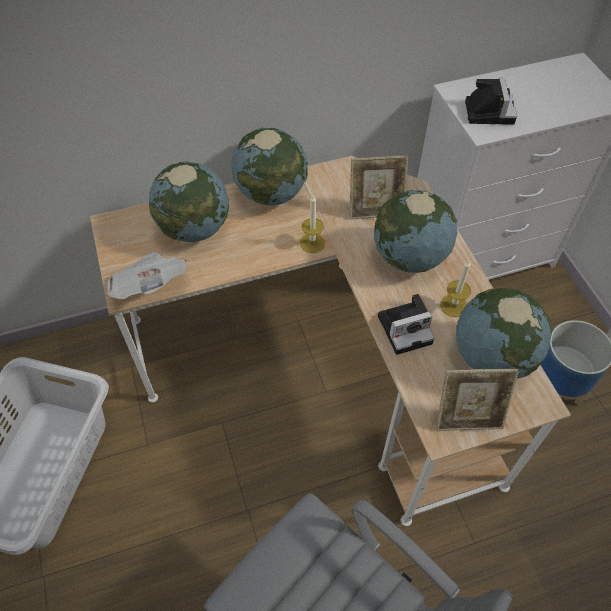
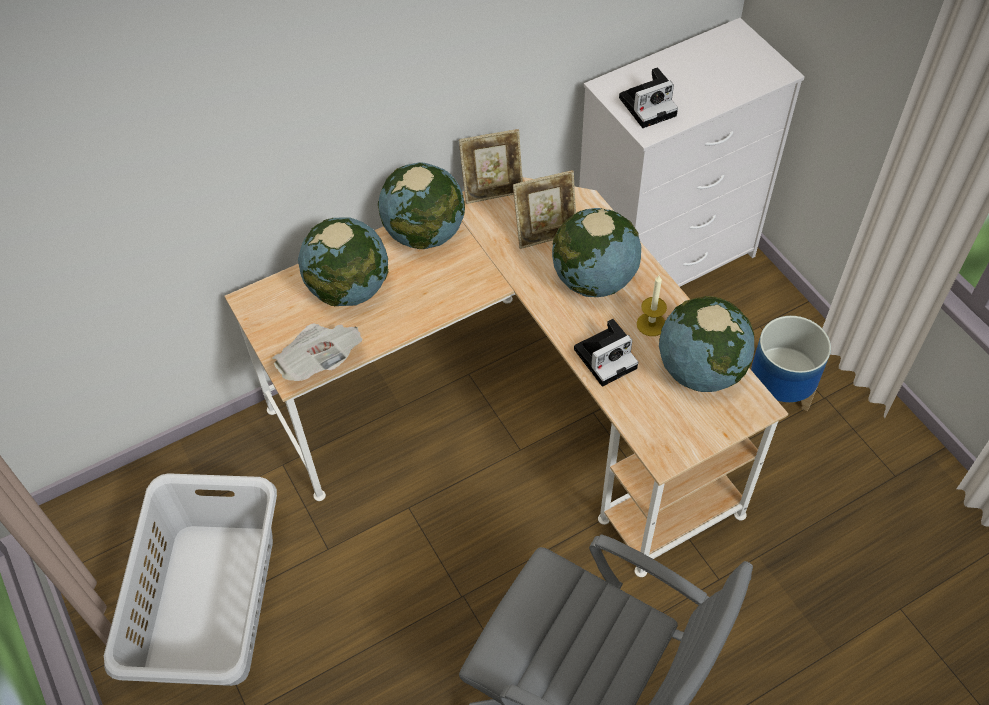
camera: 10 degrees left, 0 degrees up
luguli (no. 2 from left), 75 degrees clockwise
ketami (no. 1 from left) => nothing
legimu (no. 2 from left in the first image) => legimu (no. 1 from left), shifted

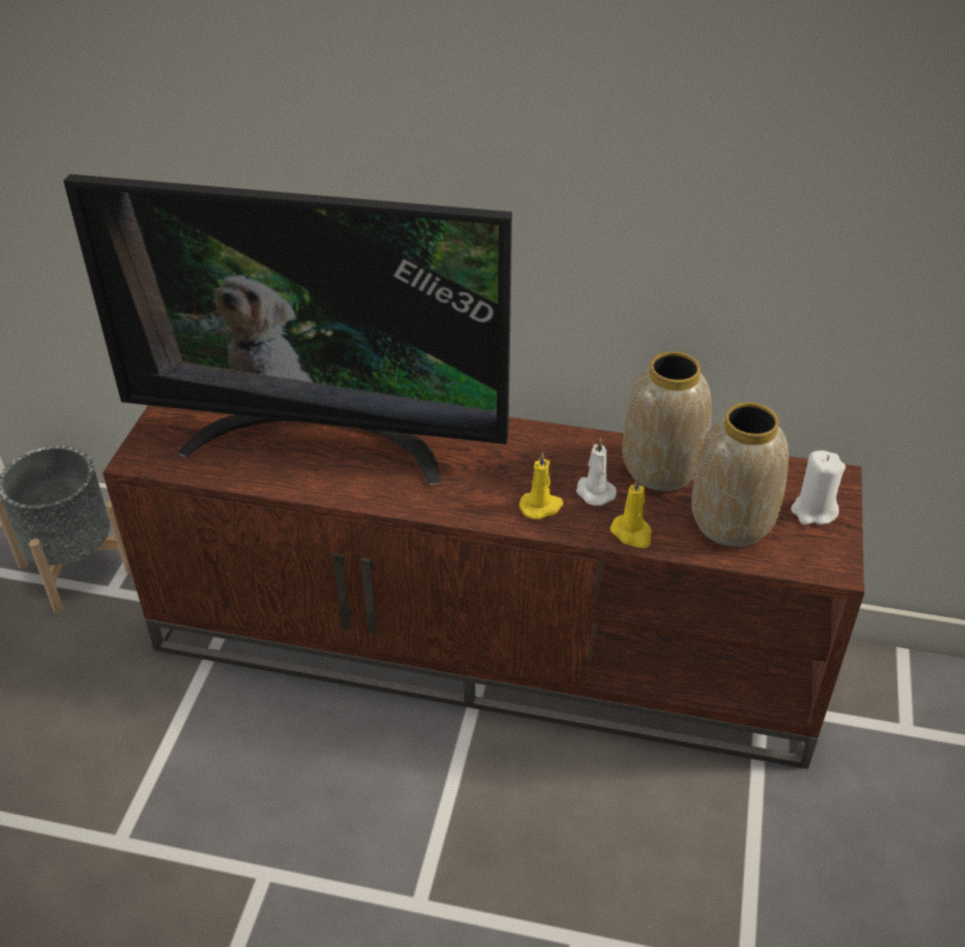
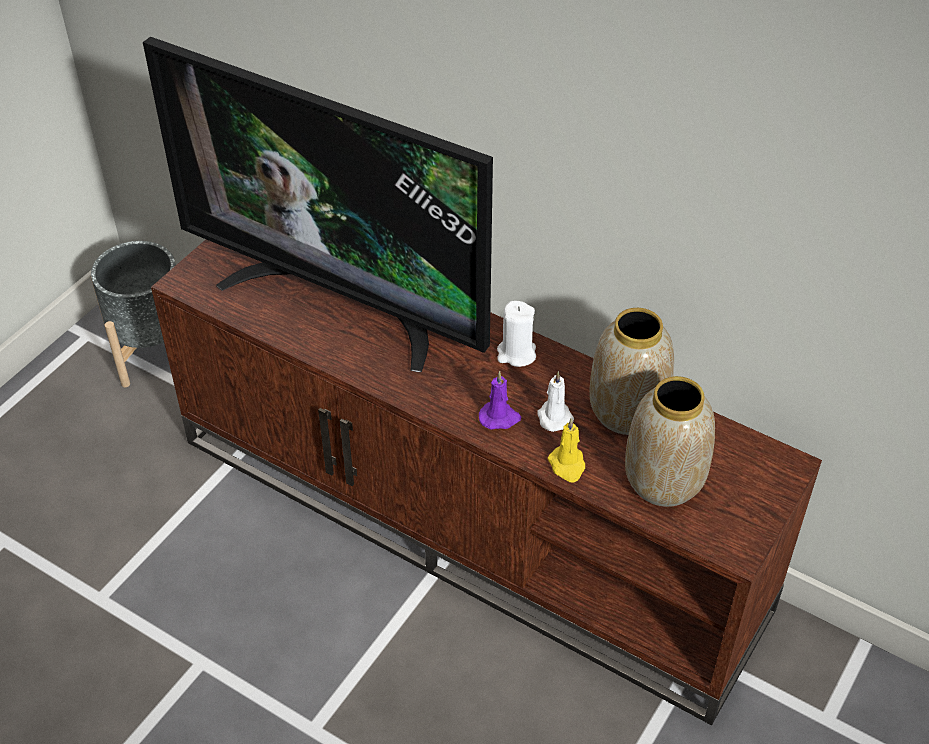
camera: 20 degrees right, 5 degrees up
white ketami (no. 2 from left in the first image) => white ketami (no. 1 from left), shifted
yellow ketami (no. 1 from left) => purple ketami

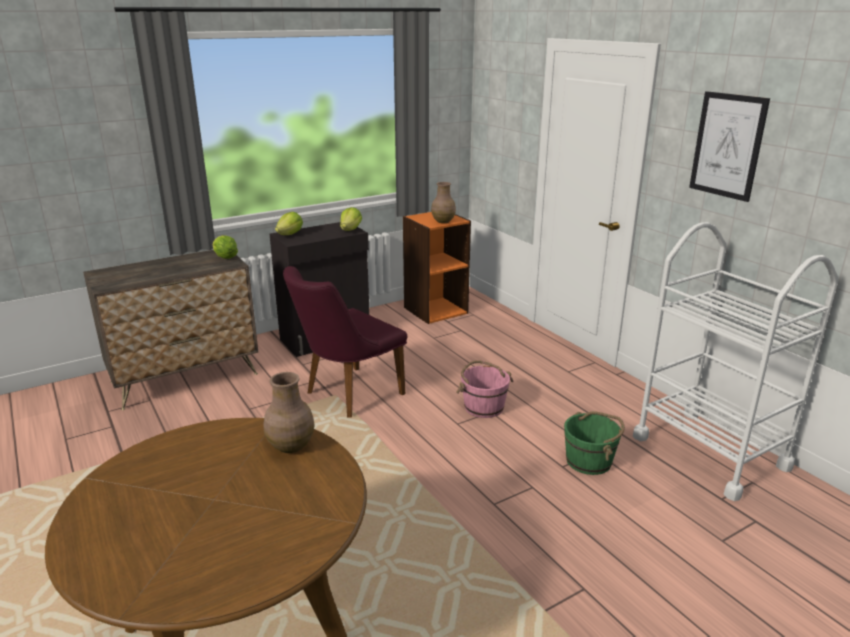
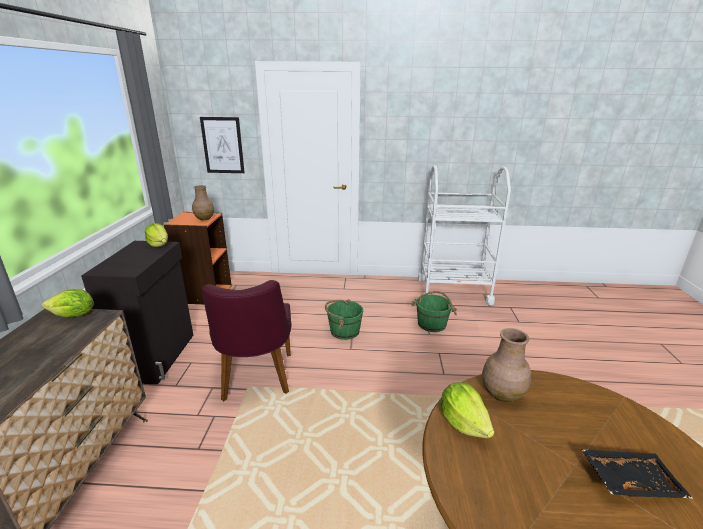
camera: 55 degrees left, 0 degrees up
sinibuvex, shifted
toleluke (no. 2 from left in the first image) => toleluke (no. 3 from left), shifted
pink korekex => green korekex (no. 1 from left)
nothing => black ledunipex

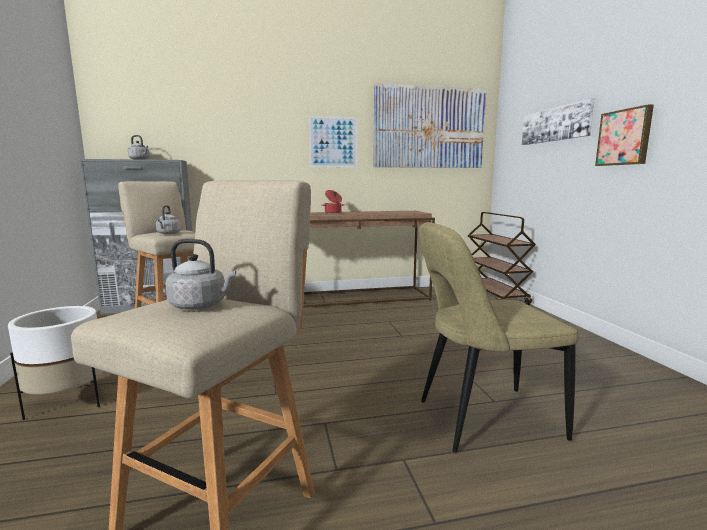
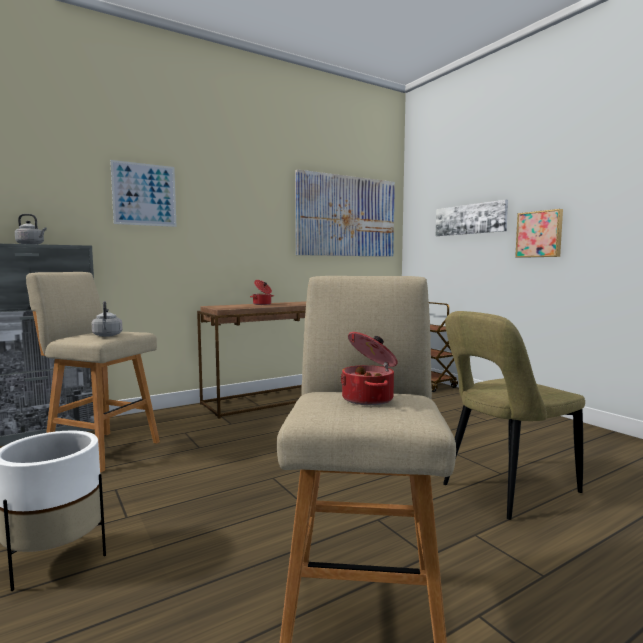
camera: 20 degrees left, 5 degrees down
sinibuvex (no. 1 from left), shifted
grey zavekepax (no. 3 from left) => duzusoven (no. 2 from left)

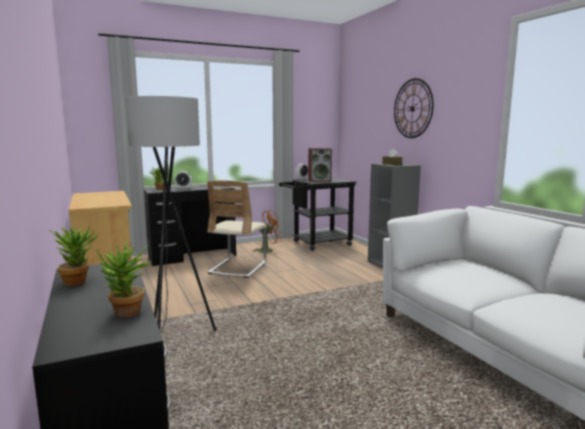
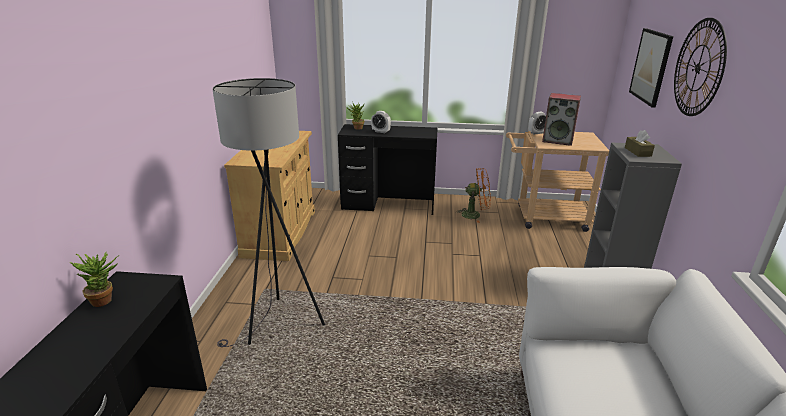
camera: 30 degrees right, 15 degrees up
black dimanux => beige dimanux
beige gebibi => nothing
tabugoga (no. 2 from left) => nothing
nothing => sinibuvex

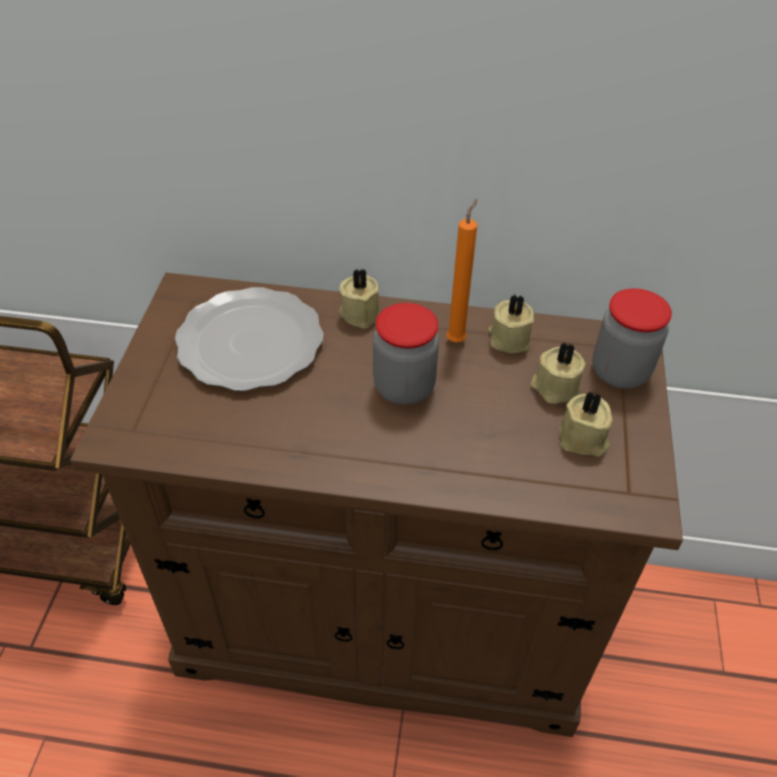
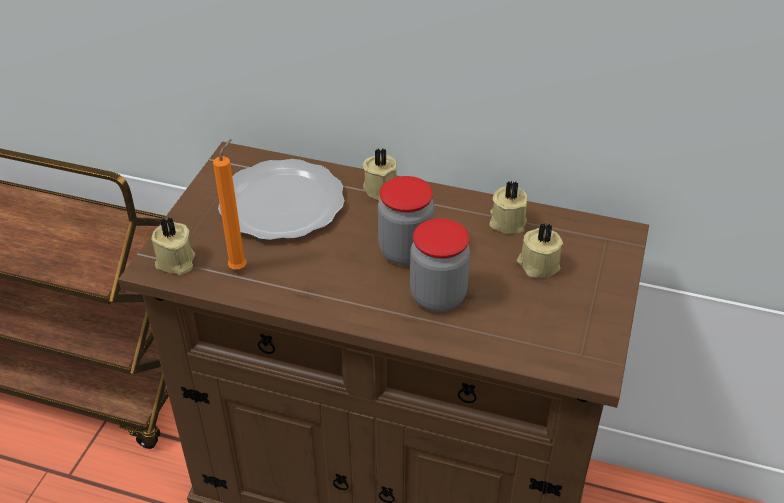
camera: 10 degrees right, 5 degrees down
orange ketami, shifted
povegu (no. 2 from left), shifted
beige ketami (no. 4 from left in the first image) => beige ketami (no. 1 from left), shifted

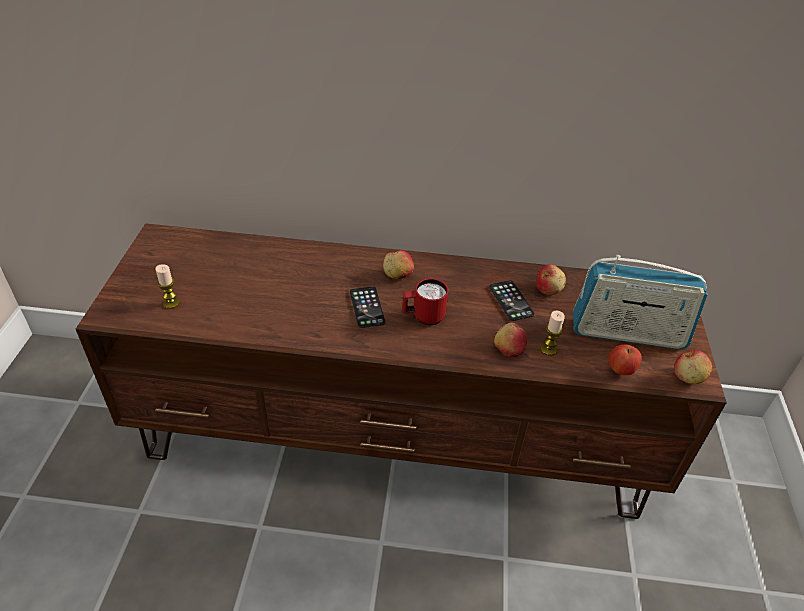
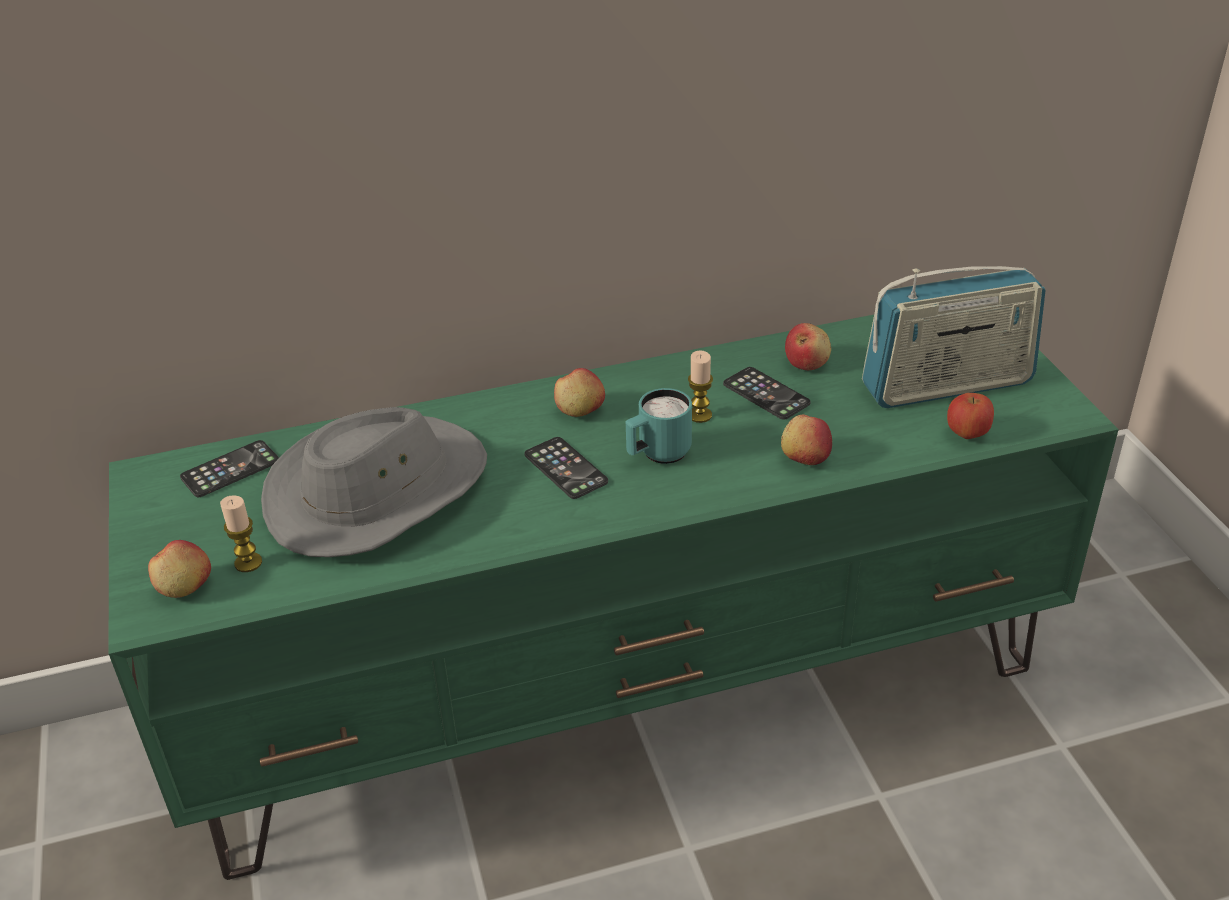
camera: 20 degrees left, 5 degrees down
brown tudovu => green tudovu
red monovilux => turquoise monovilux
ketami (no. 2 from left), shifted
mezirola (no. 5 from left in the first image) => mezirola (no. 1 from left), shifted
nothing => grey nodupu
nothing => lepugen (no. 1 from left)

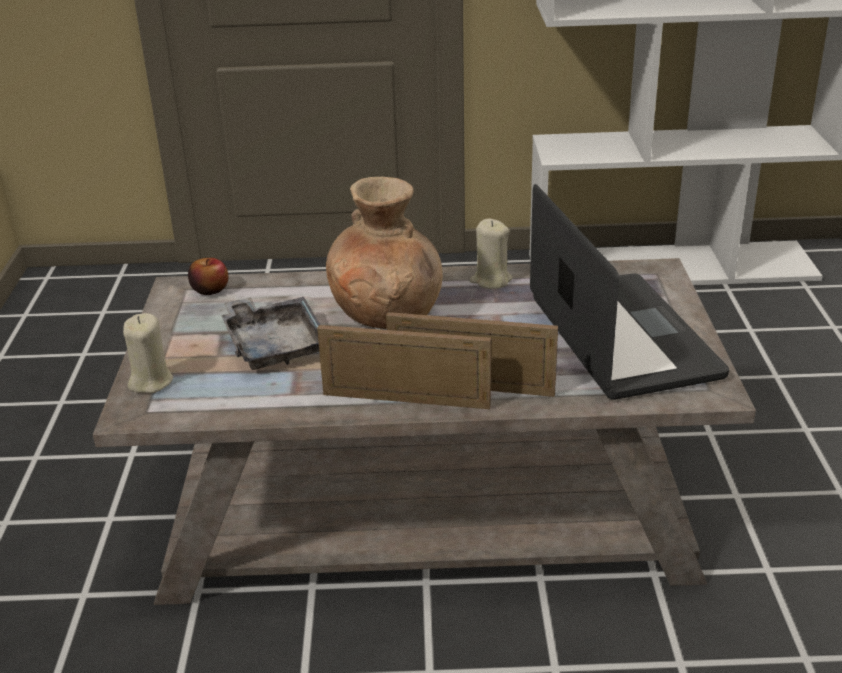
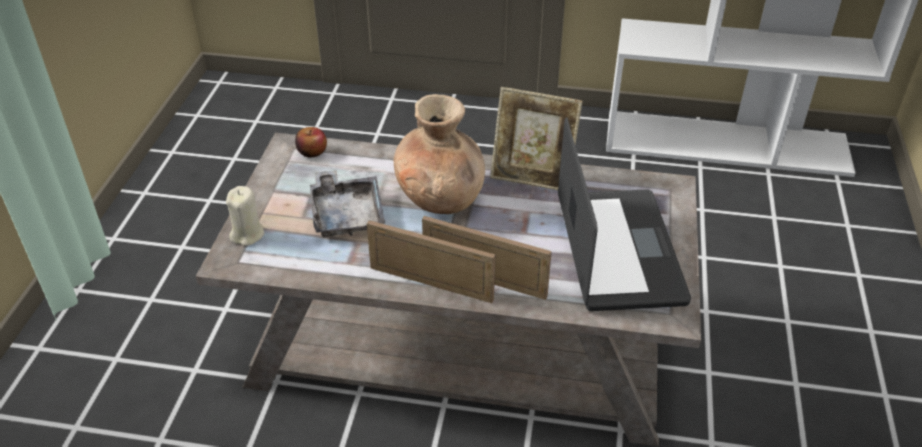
camera: 10 degrees right, 10 degrees up
beige ketami (no. 2 from left) => legimu (no. 3 from left)

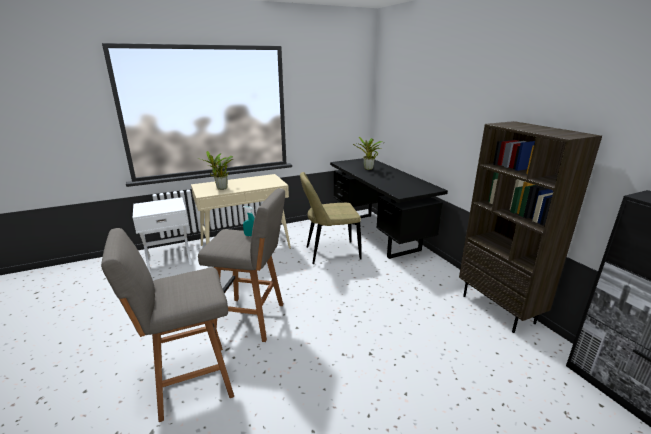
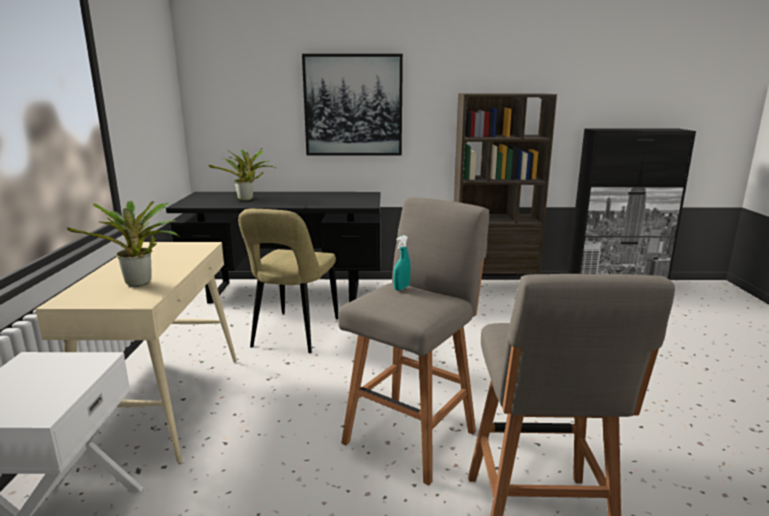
camera: 65 degrees left, 5 degrees down
nothing => sinibuvex

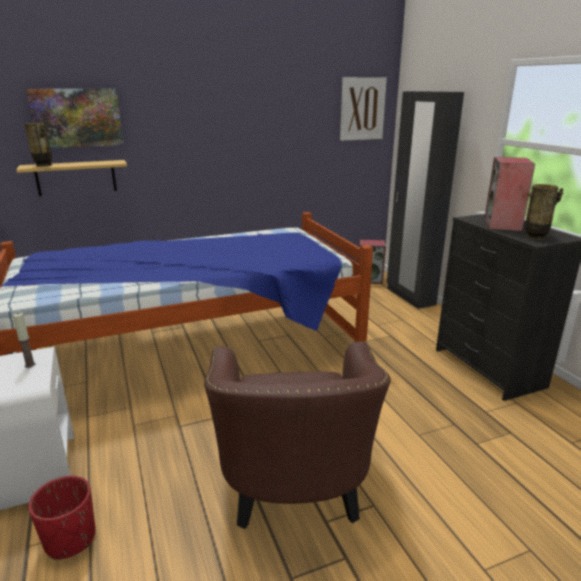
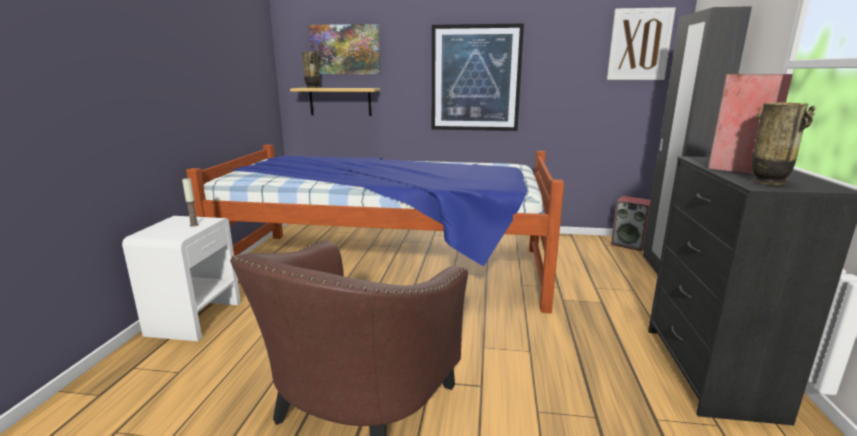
camera: 30 degrees right, 5 degrees down
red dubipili => nothing
nothing => sinibuvex (no. 2 from left)

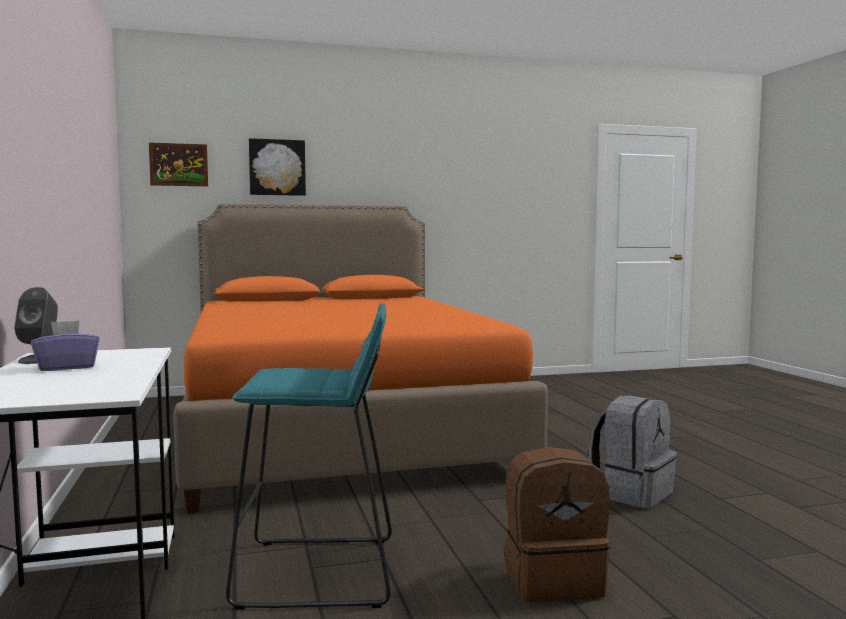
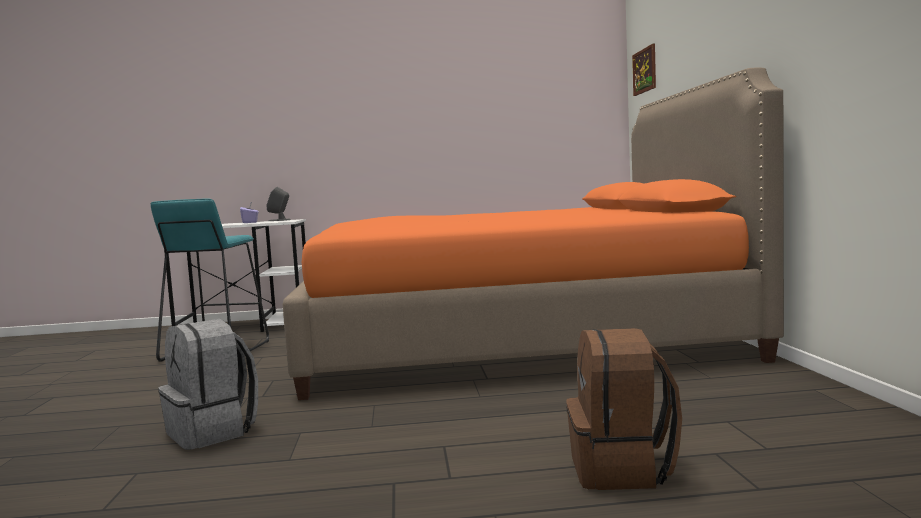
camera: 100 degrees right, 0 degrees up
sinibuvex (no. 2 from left) => nothing
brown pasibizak, shifted

